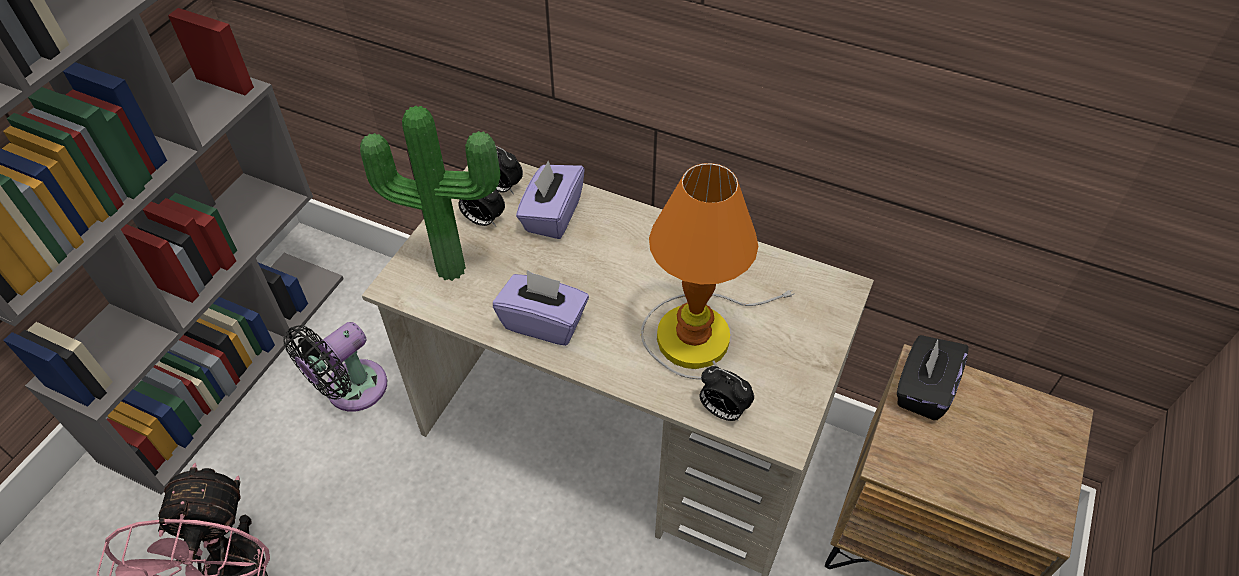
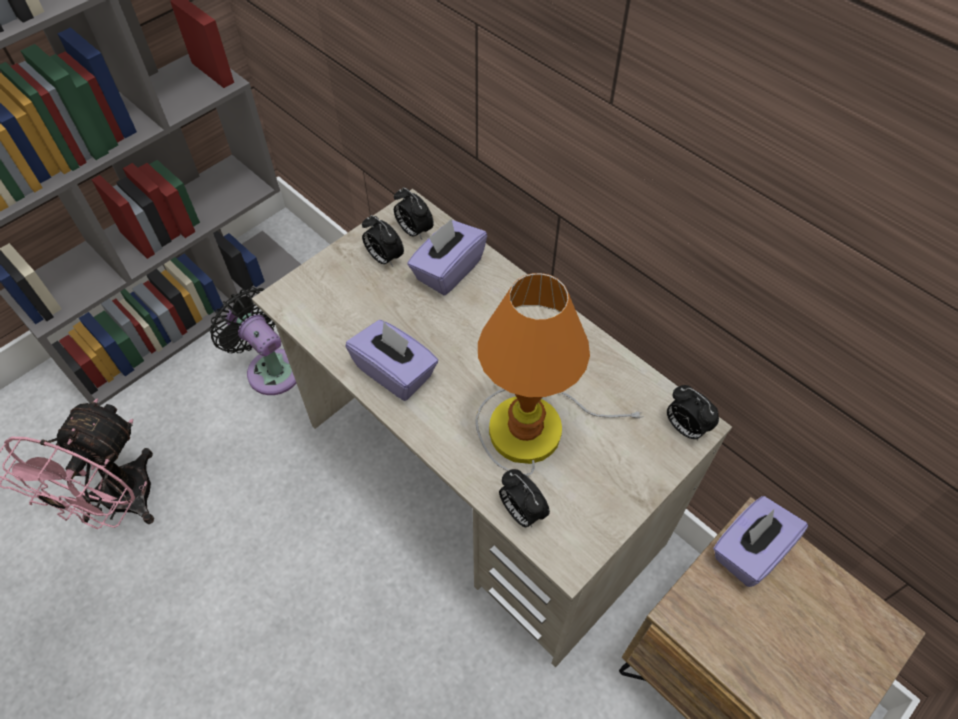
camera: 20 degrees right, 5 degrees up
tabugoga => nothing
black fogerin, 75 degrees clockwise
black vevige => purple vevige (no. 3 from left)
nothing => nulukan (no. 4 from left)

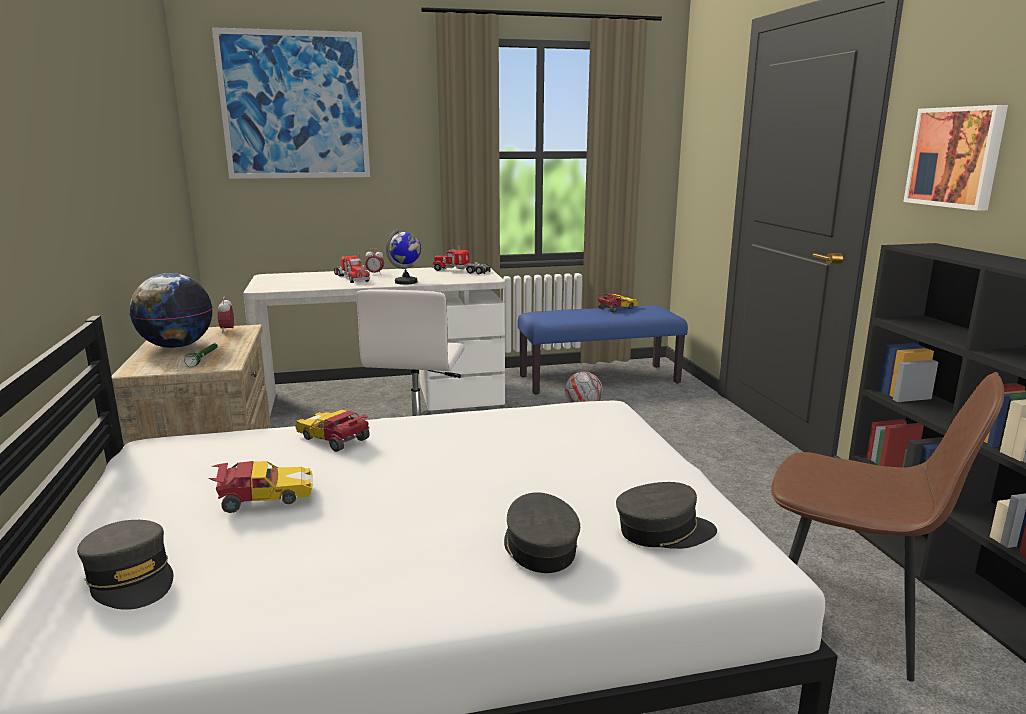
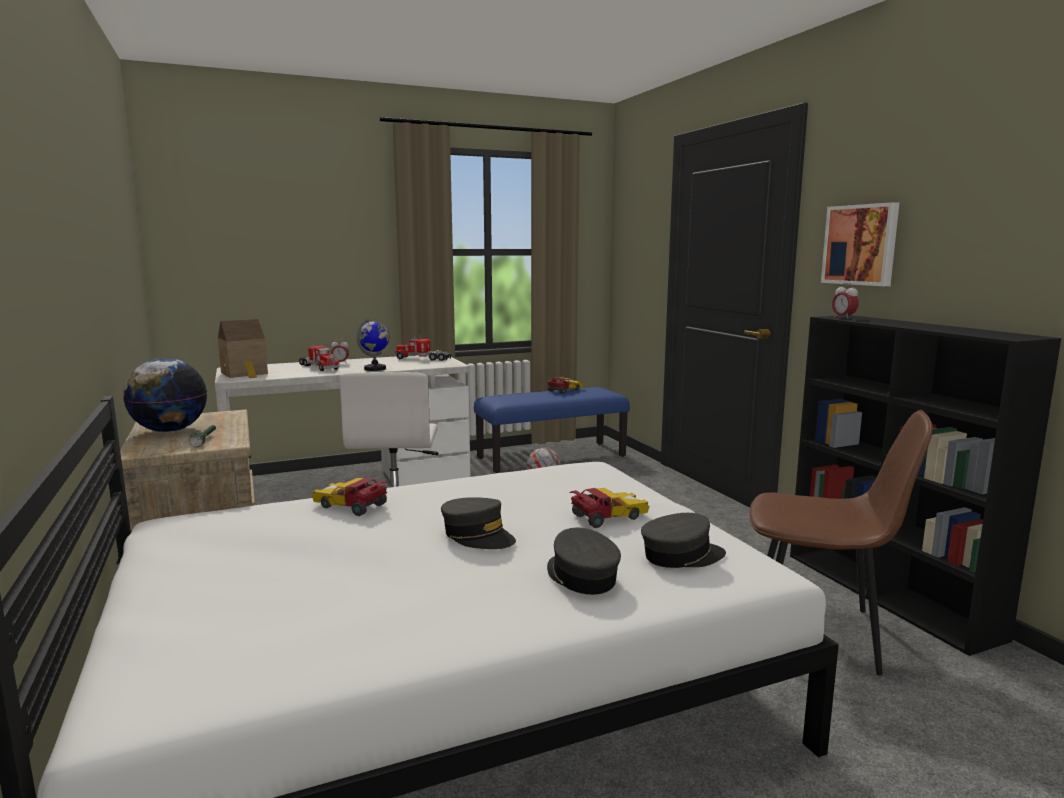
camera: 10 degrees left, 5 degrees down
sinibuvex (no. 1 from left) => nothing
nulukan (no. 1 from left in the first image) => nulukan (no. 2 from left), shifted
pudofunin (no. 1 from left in the first image) => pudofunin (no. 3 from left), shifted
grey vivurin (no. 1 from left), shifted
nothing => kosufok

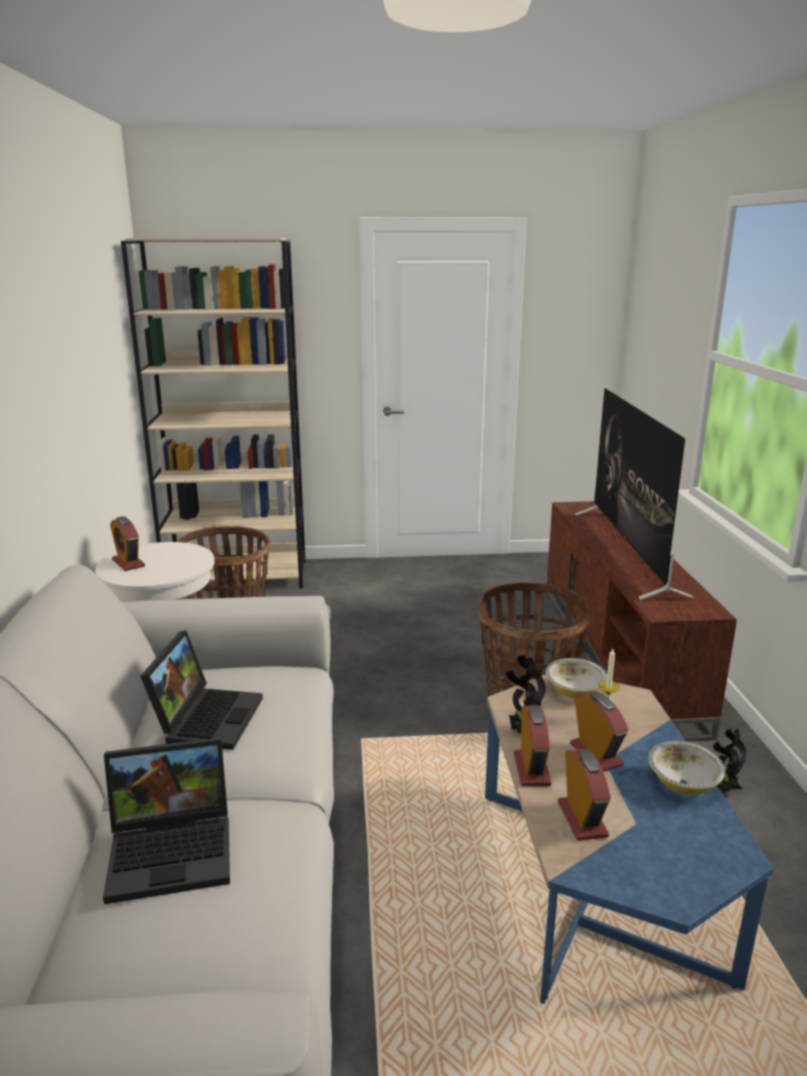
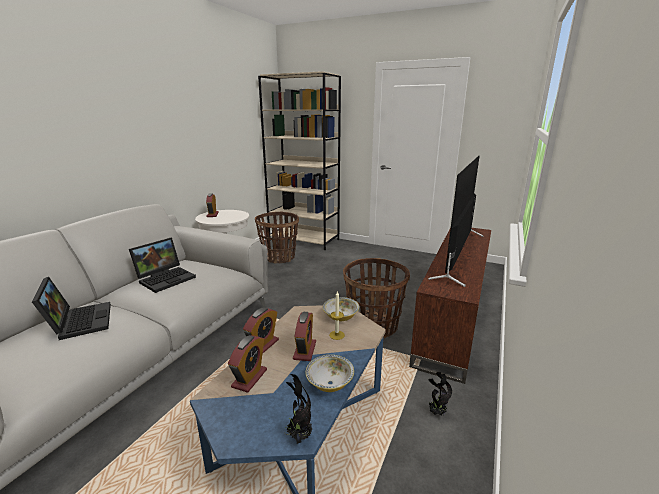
camera: 30 degrees right, 0 degrees up
tabugoga (no. 1 from left), shifted
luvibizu (no. 1 from left), 135 degrees counterclockwise

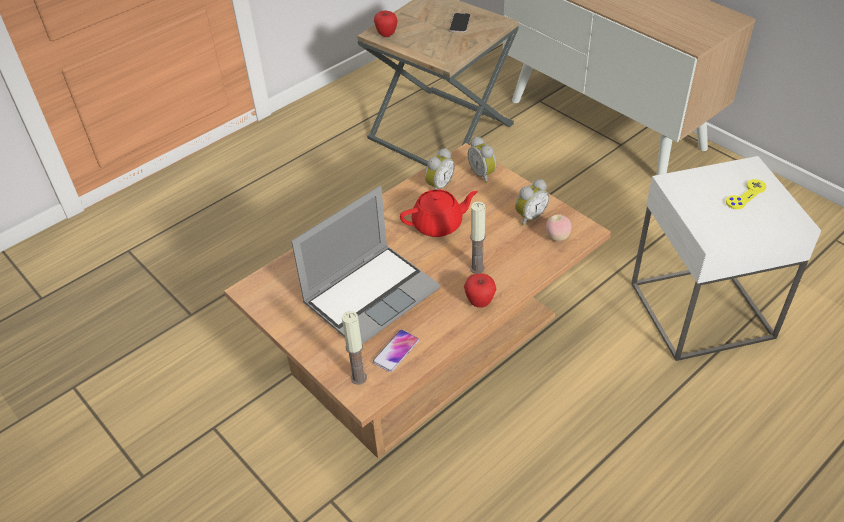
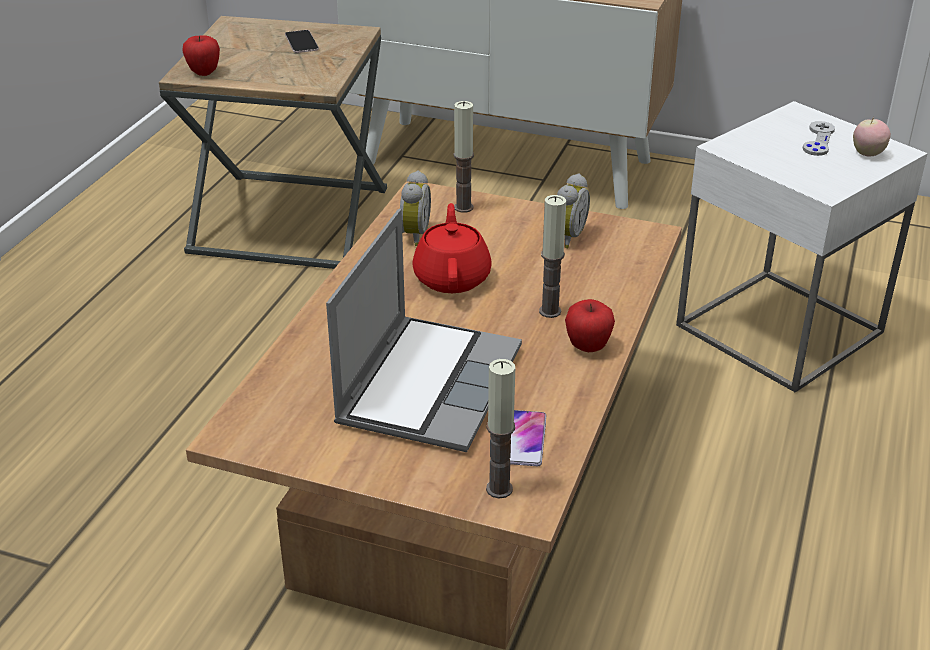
camera: 30 degrees left, 10 degrees down
nulukan (no. 2 from left) => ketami (no. 1 from left)
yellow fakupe => grey fakupe
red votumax, 45 degrees counterclockwise
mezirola (no. 3 from left), shifted

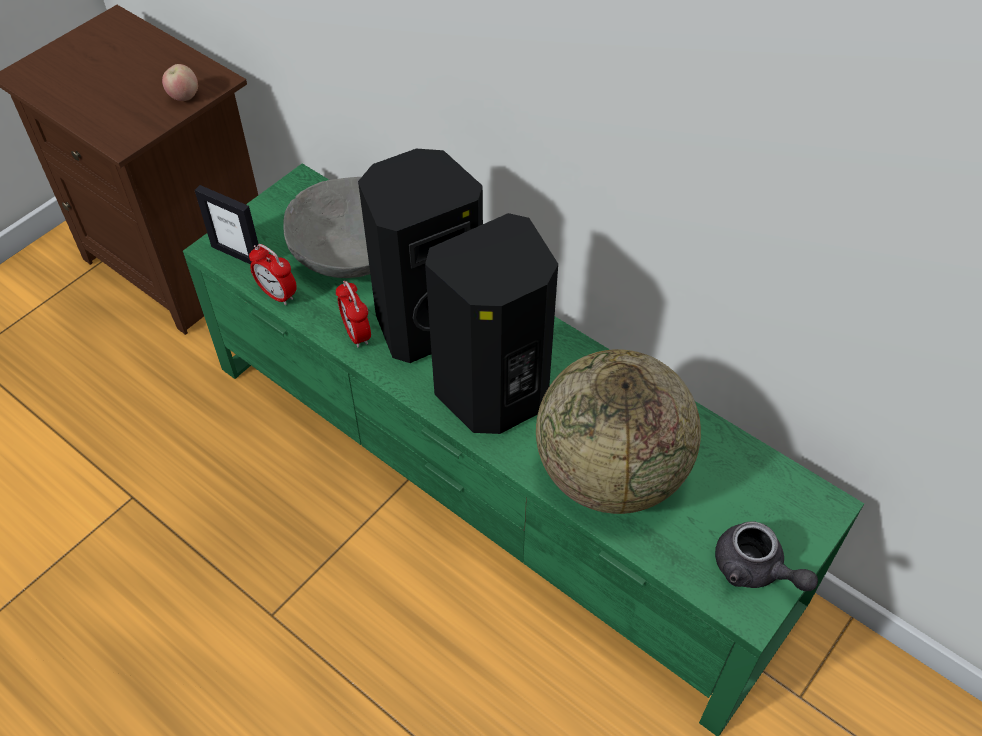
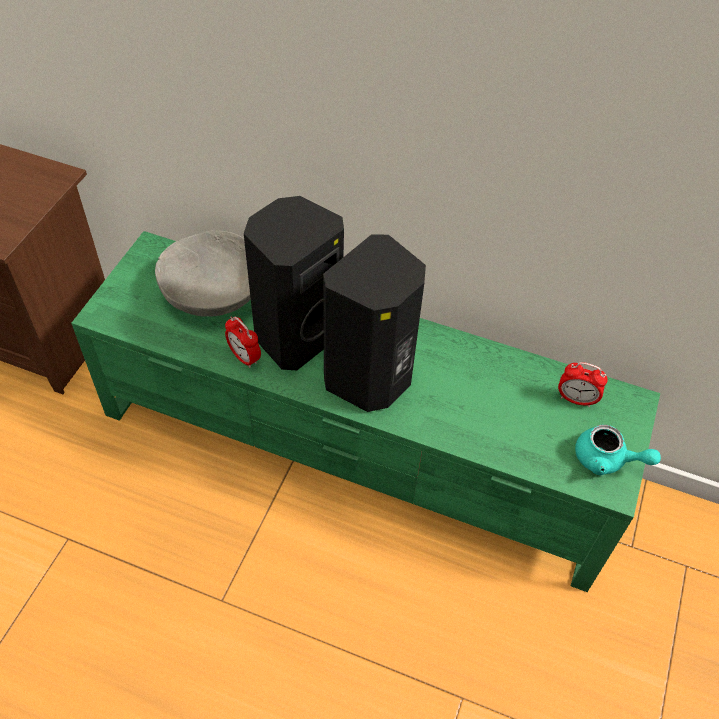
camera: 20 degrees left, 0 degrees up
mezirola => nothing
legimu => nothing
nulukan (no. 1 from left in the first image) => nulukan (no. 2 from left), shifted
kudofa => nothing
grey votumax => turquoise votumax

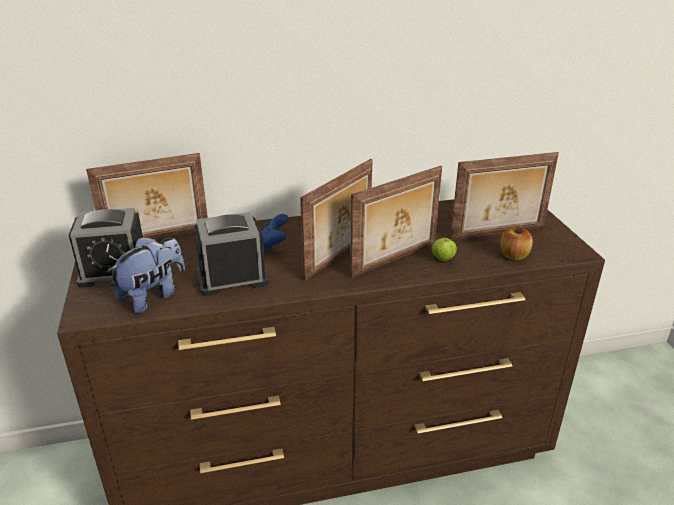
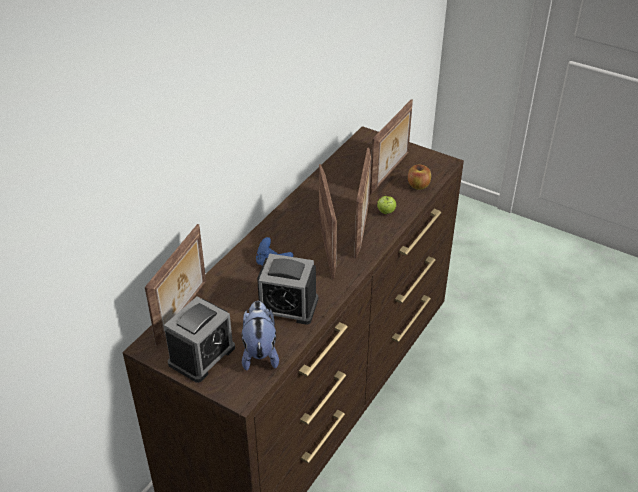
camera: 45 degrees left, 10 degrees up
nulukan (no. 2 from left), 105 degrees counterclockwise

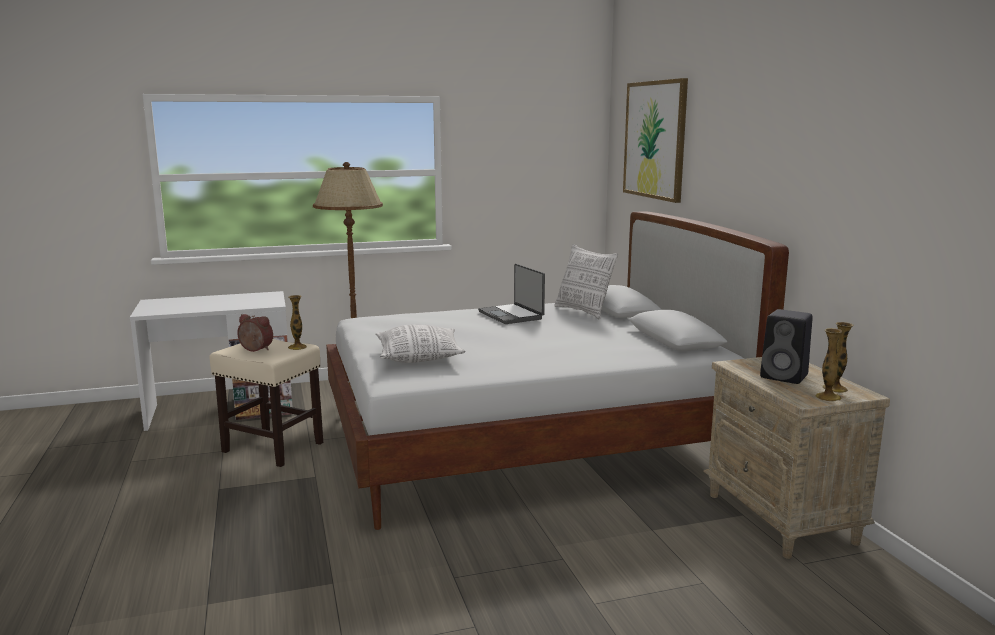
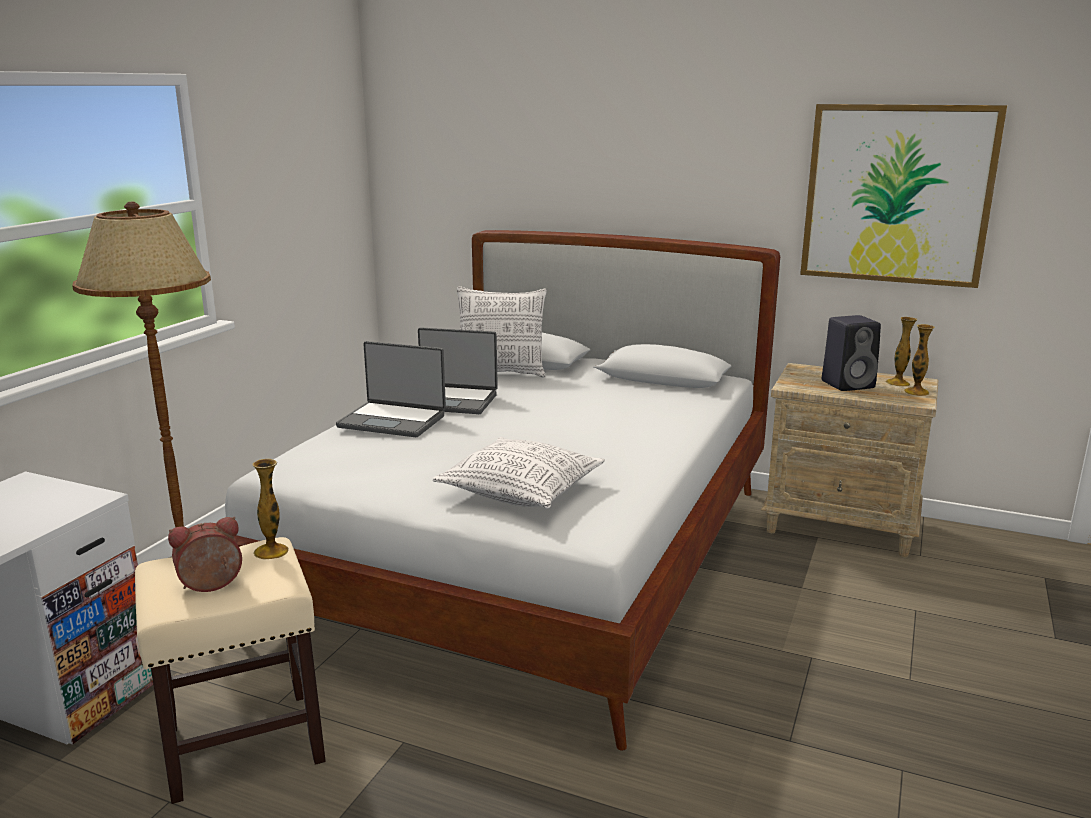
camera: 50 degrees left, 5 degrees up
sinibuvex, shifted
nothing => luvibizu (no. 1 from left)

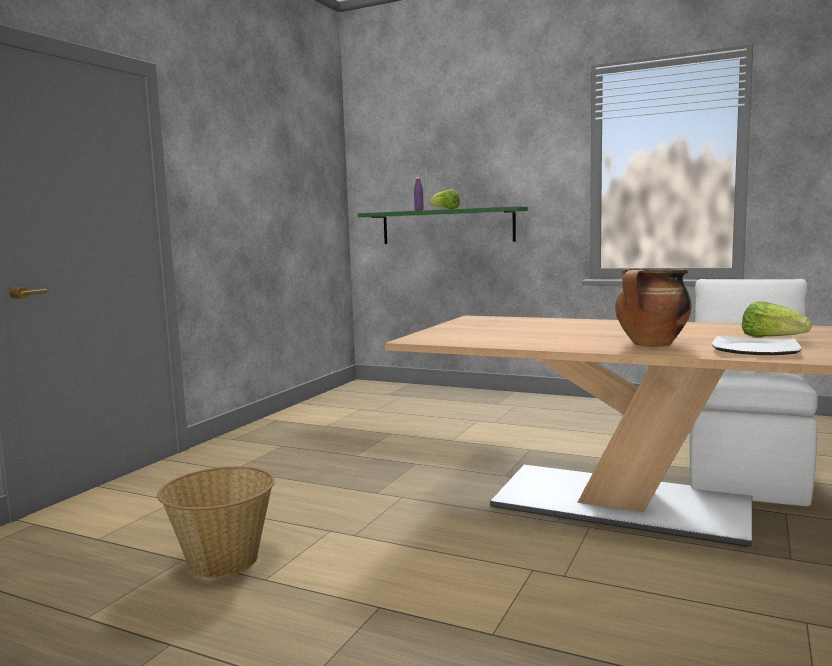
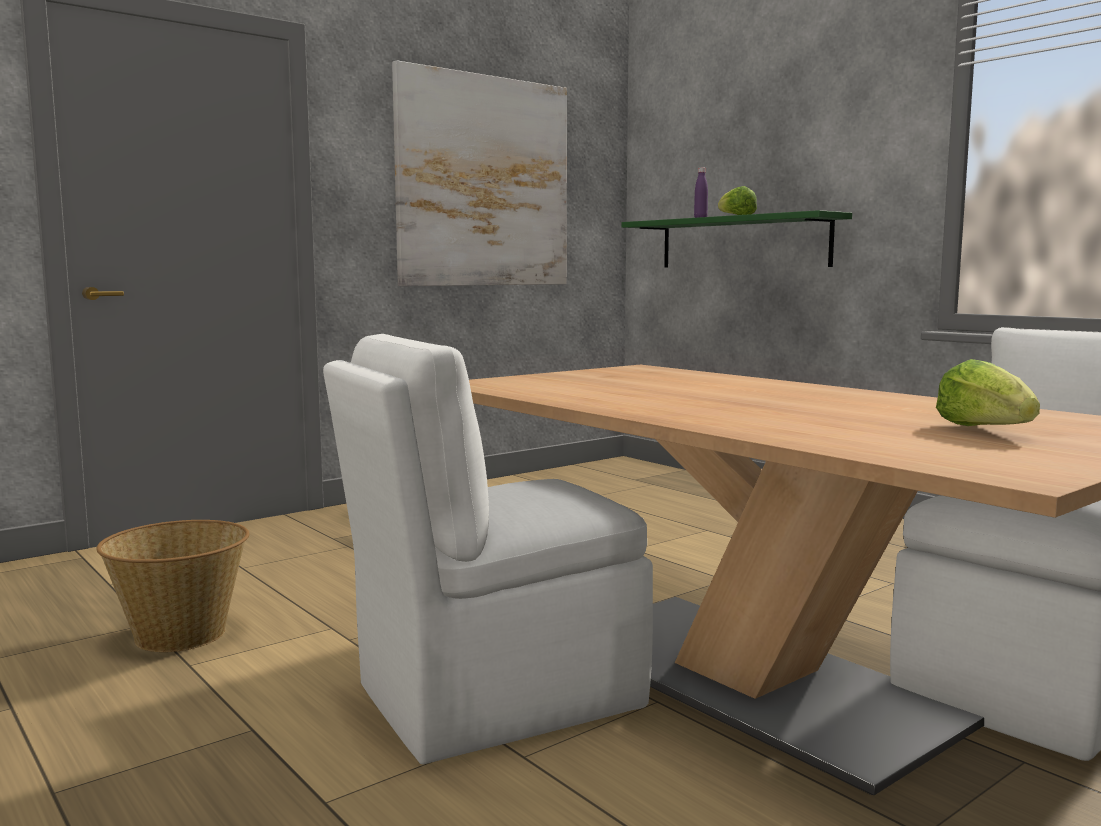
camera: 25 degrees right, 0 degrees up
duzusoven => nothing
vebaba => nothing
nothing => sinibuvex
nothing => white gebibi (no. 1 from left)

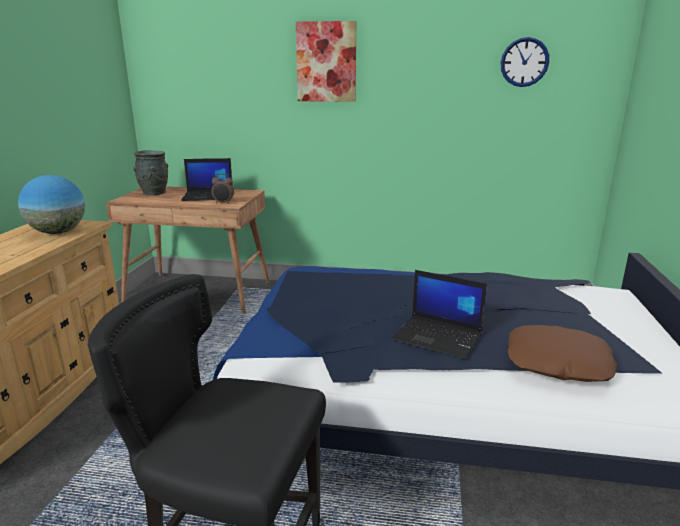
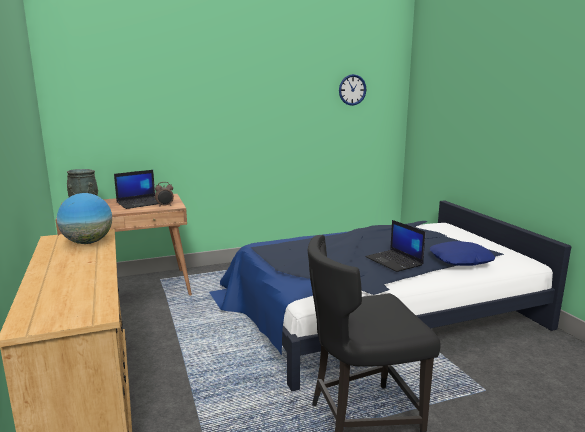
camera: 30 degrees left, 5 degrees down
sinibuvex => nothing
luvibizu (no. 2 from left), 60 degrees clockwise
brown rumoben => blue rumoben

